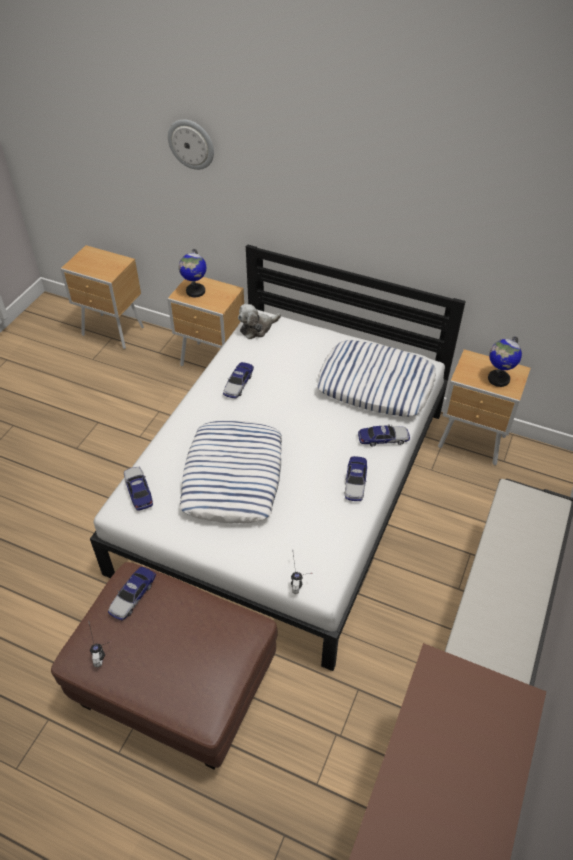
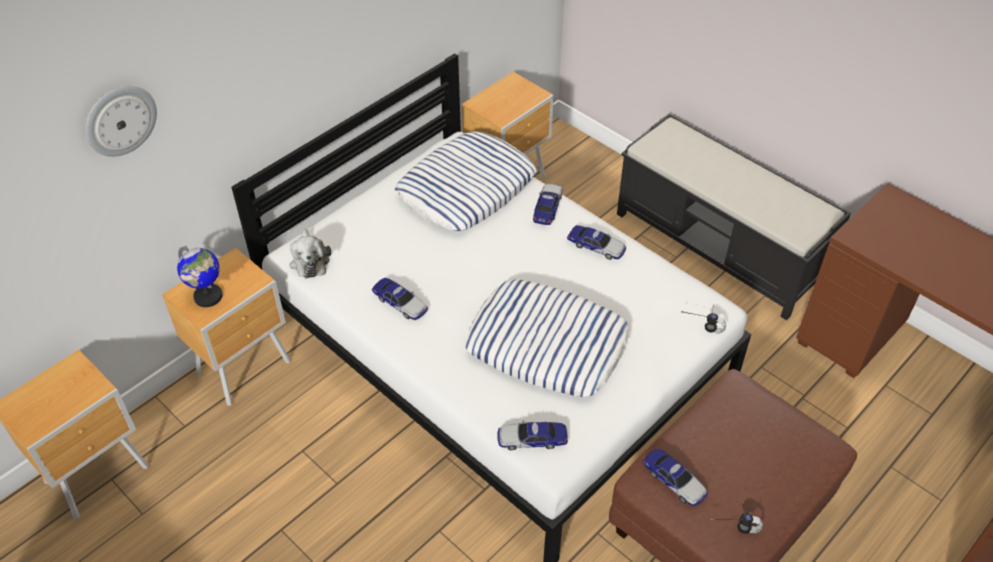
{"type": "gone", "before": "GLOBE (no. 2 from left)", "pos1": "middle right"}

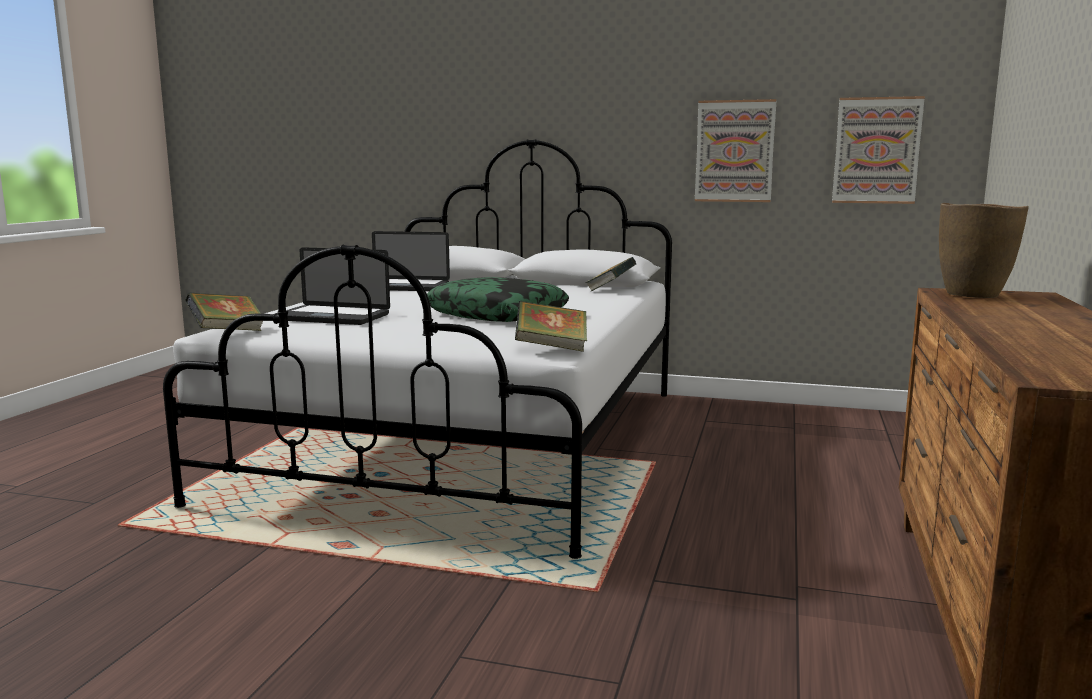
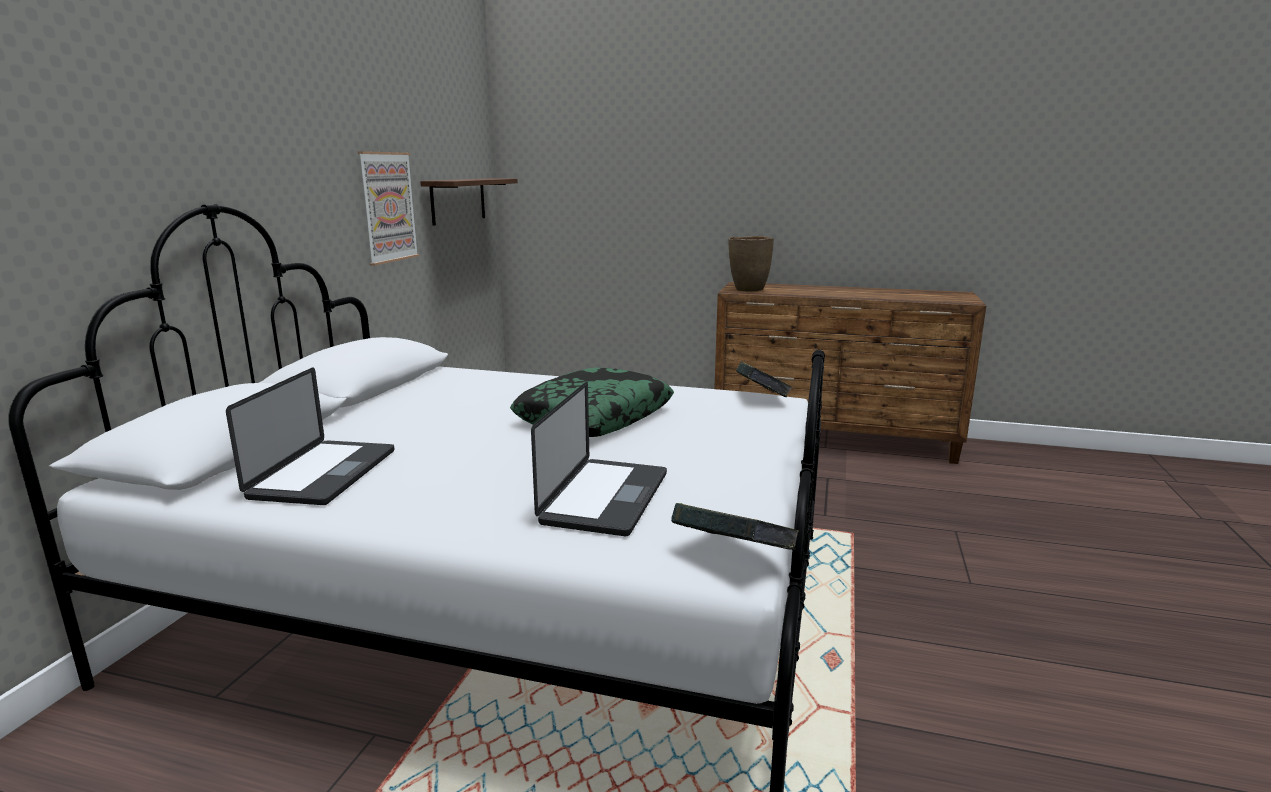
{"type": "swapped", "before": "PICTURE (no. 2 from left)", "after": "SHELF", "pos1": "top right", "pos2": "top centre"}
{"type": "gone", "before": "VOLUME (no. 3 from left)", "pos1": "centre"}

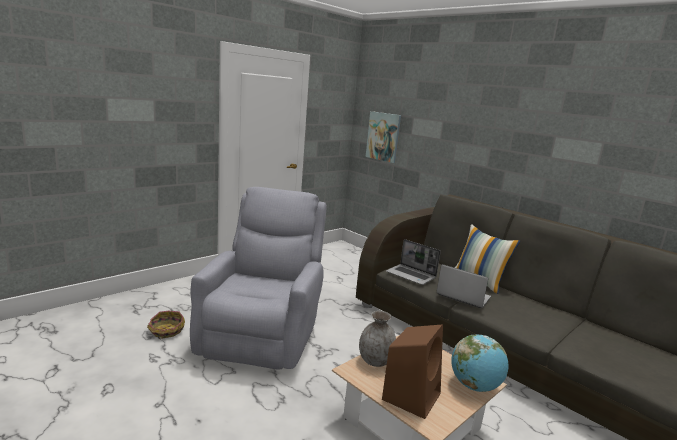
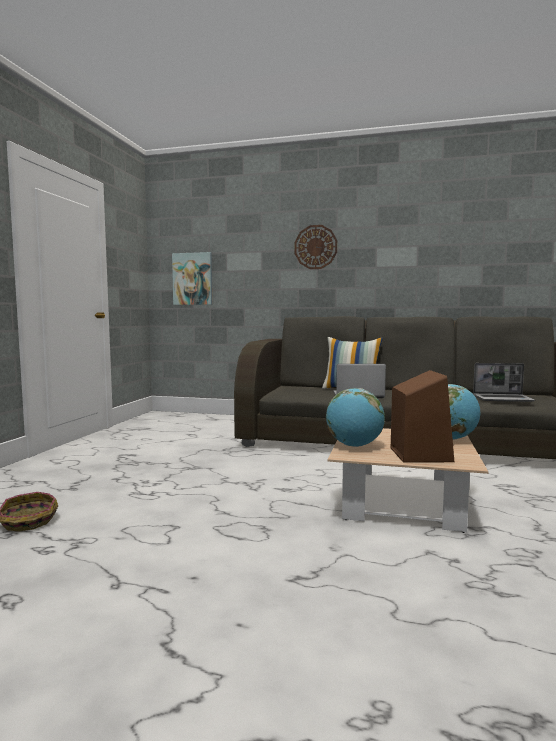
{"type": "new", "after": "CLOCK ON THE WALL", "pos2": "centre"}
{"type": "swapped", "before": "GRAY DECORATIVE VASE", "after": "GLOBE (no. 1 from left)", "pos1": "bottom centre", "pos2": "centre"}
{"type": "shifted", "before": "NOTEBOOK COMPUTER (no. 1 from left in the first image)", "after": "NOTEBOOK COMPUTER (no. 2 from left)", "pos1": "centre", "pos2": "middle right"}
{"type": "gone", "before": "GRAY EASY CHAIR", "pos1": "centre"}

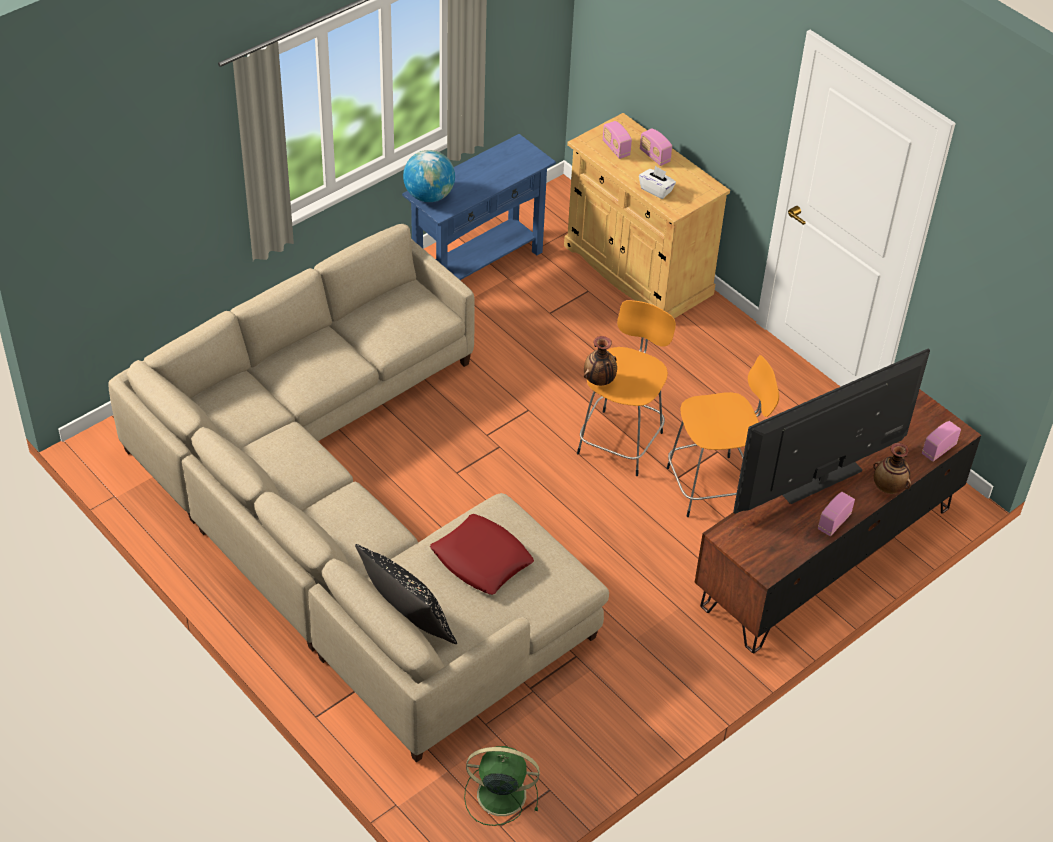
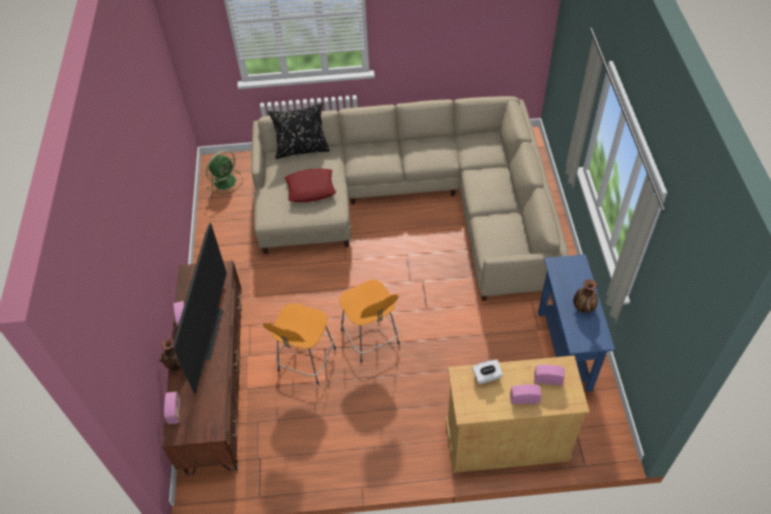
{"type": "shifted", "before": "DECORATIVE VASE (no. 1 from left in the first image)", "after": "DECORATIVE VASE (no. 2 from left)", "pos1": "centre", "pos2": "middle right"}
{"type": "gone", "before": "GLOBE", "pos1": "top centre"}

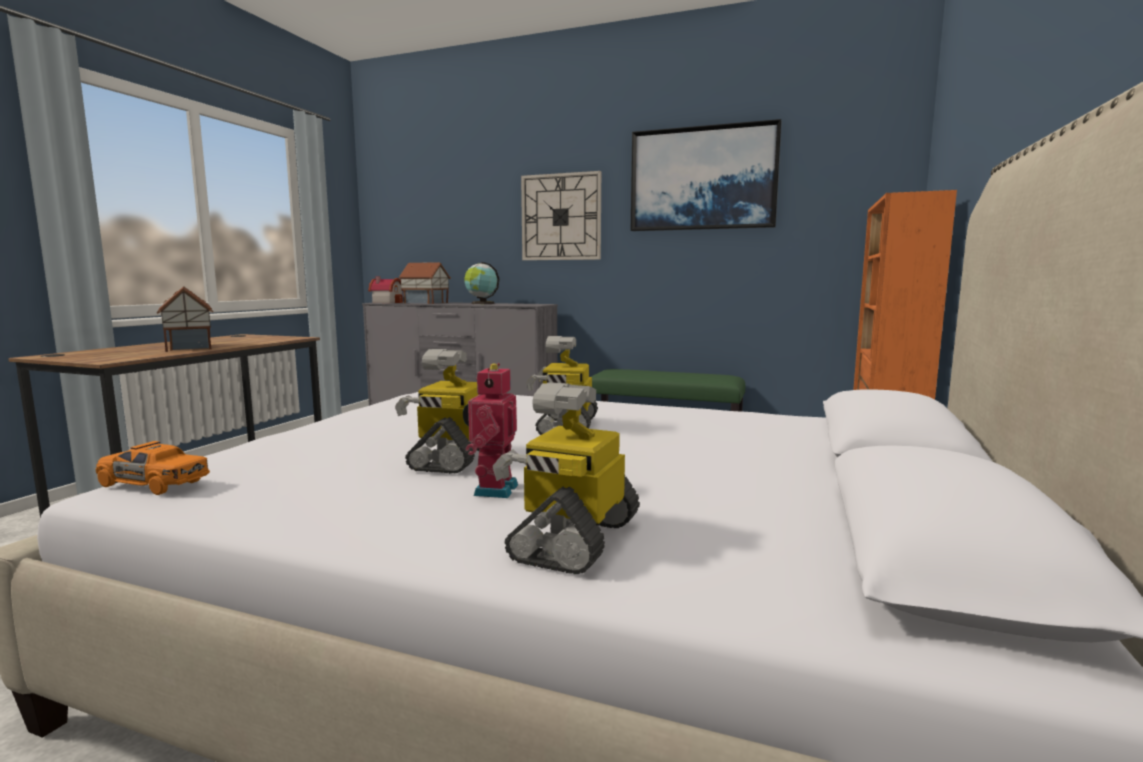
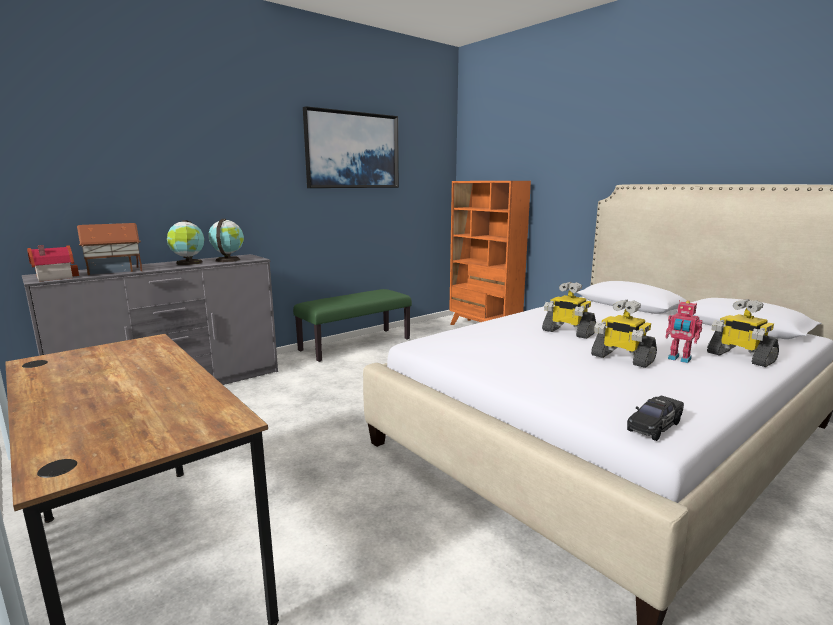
{"type": "new", "after": "GLOBE (no. 2 from left)", "pos2": "middle left"}
{"type": "repainted", "before": "ORANGEY MODEL CAR", "after": "BLACK MODEL CAR", "pos1": "middle left", "pos2": "bottom right"}
{"type": "gone", "before": "MINIATURE HOUSE (no. 1 from left)", "pos1": "middle left"}
{"type": "gone", "before": "CLOCK ON THE WALL", "pos1": "top centre"}

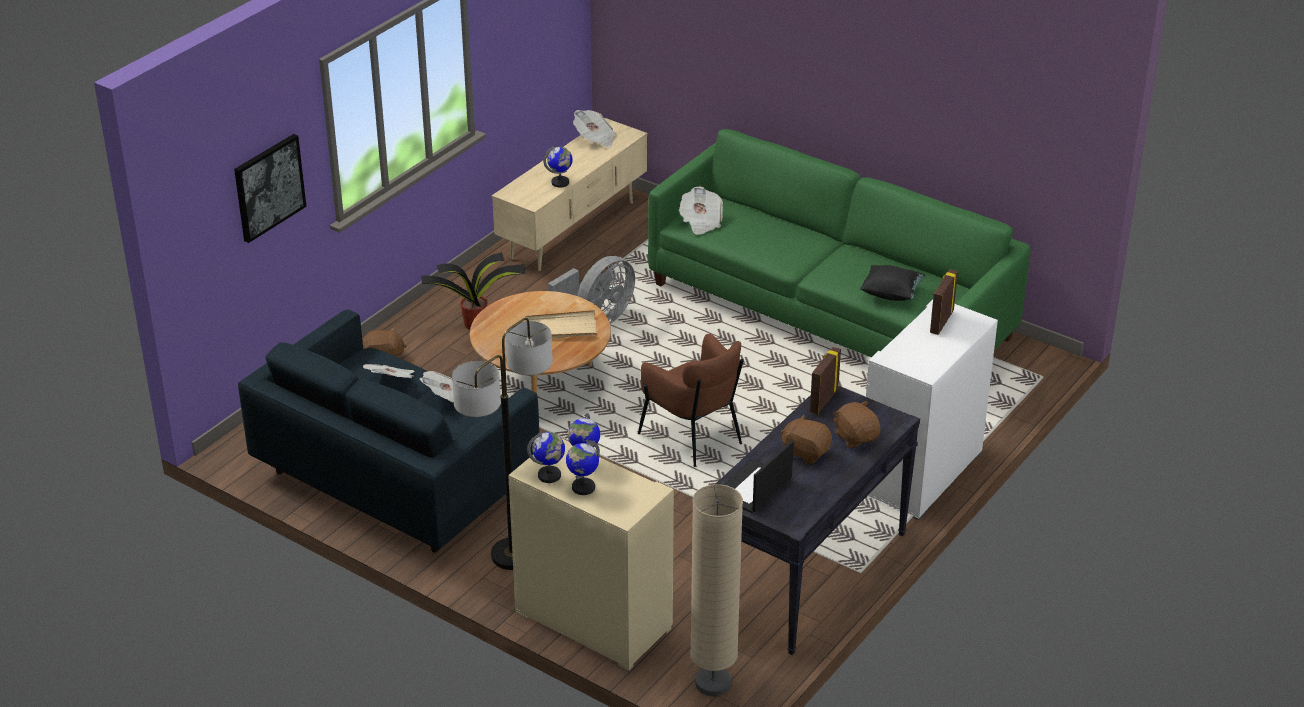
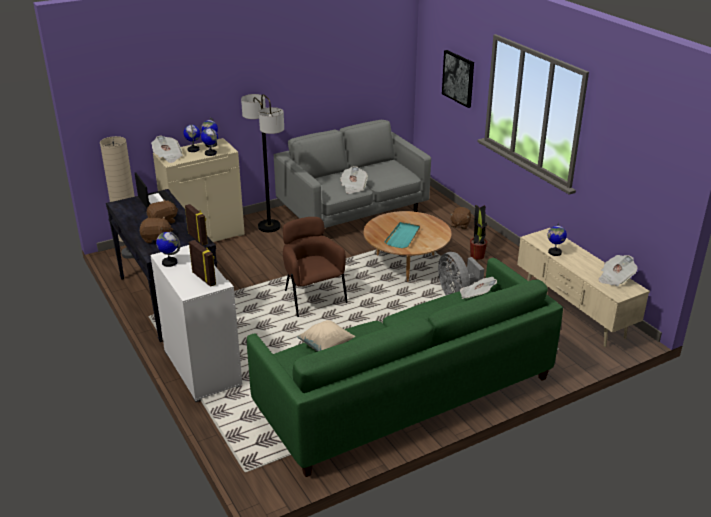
{"type": "shifted", "before": "DAILY PAPER (no. 1 from left)", "pos1": "middle left", "pos2": "top left"}
{"type": "new", "after": "GLOBE (no. 1 from left)", "pos2": "middle left"}
{"type": "repainted", "before": "BLUE COUCH", "after": "GRAY COUCH", "pos1": "middle left", "pos2": "centre"}
{"type": "rotated", "before": "BROWNISH EASY CHAIR", "pos1": "centre", "pos2": "centre", "turn": 75}
{"type": "repainted", "before": "BLACK CUSHION", "after": "BEIGE CUSHION", "pos1": "middle right", "pos2": "centre"}
{"type": "repainted", "before": "BEIGE SERVING TRAY", "after": "BLUE-GREEN SERVING TRAY", "pos1": "centre", "pos2": "centre"}

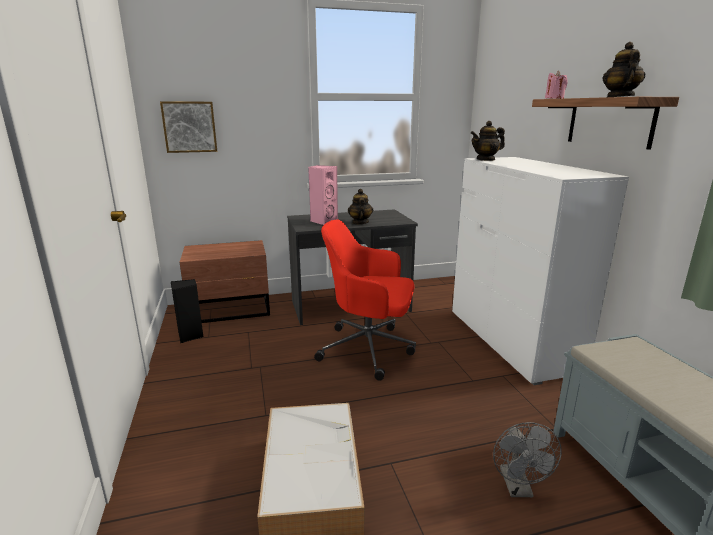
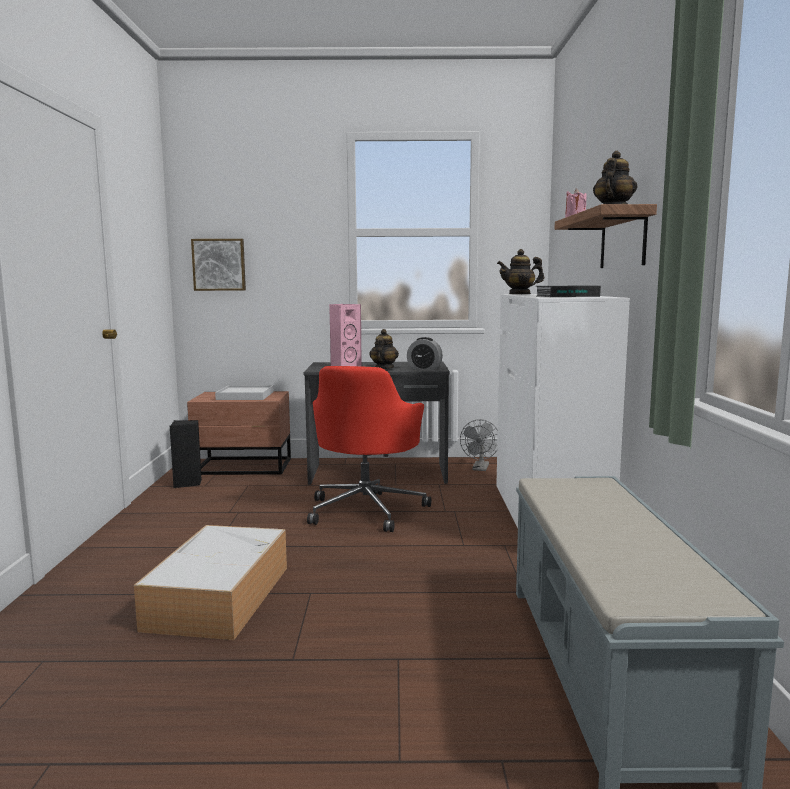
{"type": "new", "after": "WHITE SERVING TRAY", "pos2": "middle left"}
{"type": "rotated", "before": "RED COMPUTER CHAIR", "pos1": "centre", "pos2": "centre", "turn": -105}
{"type": "new", "after": "TABLE CLOCK", "pos2": "centre"}
{"type": "shifted", "before": "GRAY ELECTRIC FAN", "pos1": "bottom right", "pos2": "centre"}
{"type": "new", "after": "VOLUME", "pos2": "middle right"}

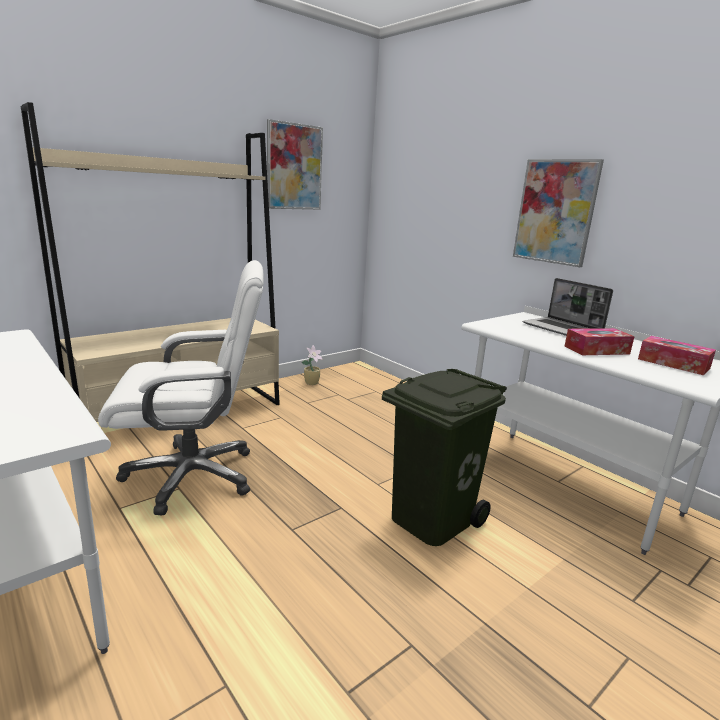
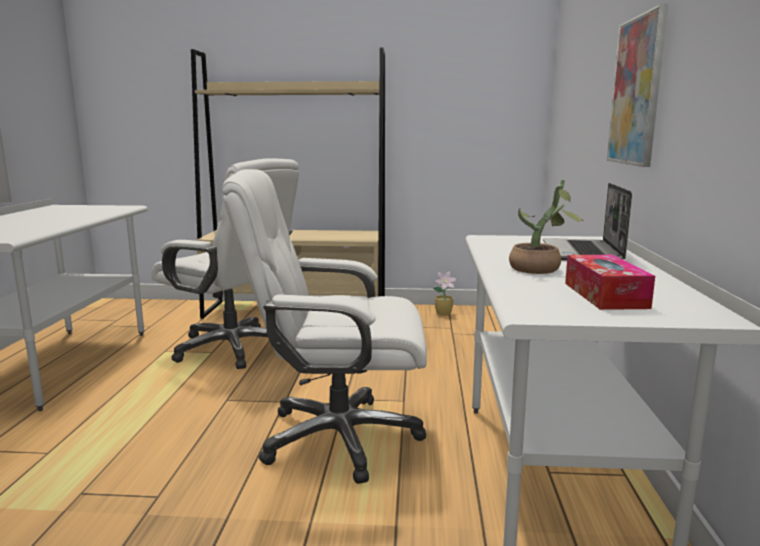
{"type": "swapped", "before": "GREENISH TRASH CAN", "after": "WHITE COMPUTER CHAIR (no. 2 from left)", "pos1": "centre", "pos2": "centre"}
{"type": "swapped", "before": "BOX OF TISSUES (no. 1 from left)", "after": "HOUSEPLANT (no. 2 from left)", "pos1": "middle right", "pos2": "middle right"}
{"type": "gone", "before": "PICTURE (no. 1 from left)", "pos1": "top centre"}

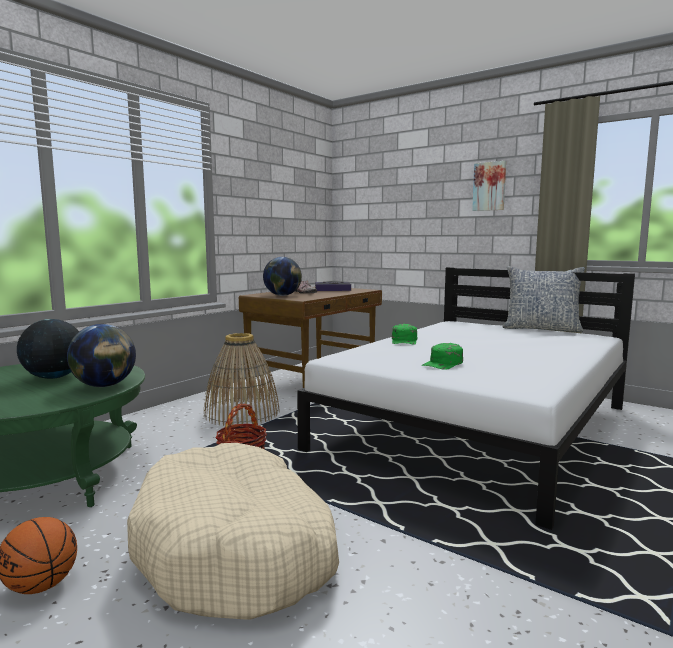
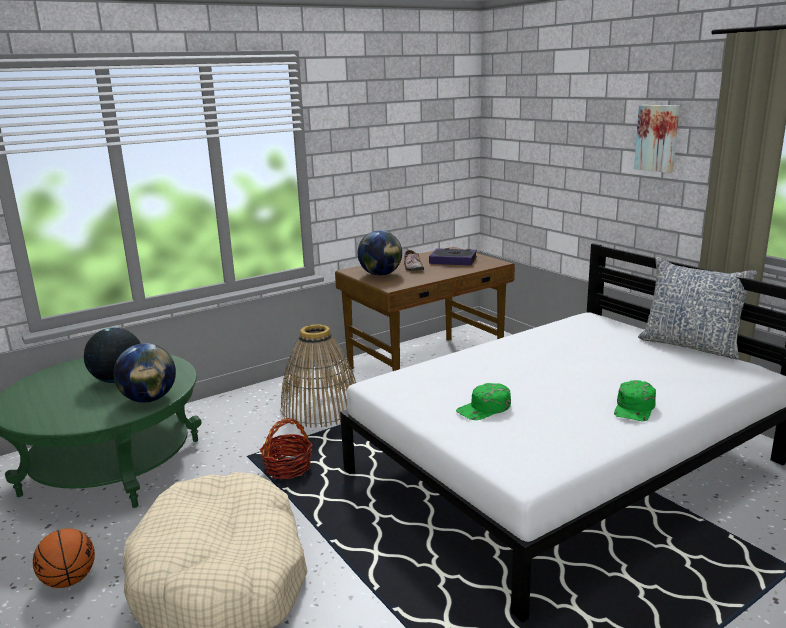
{"type": "shifted", "before": "GREENISH CAP (no. 1 from left in the first image)", "after": "GREENISH CAP (no. 2 from left)", "pos1": "centre", "pos2": "middle right"}

